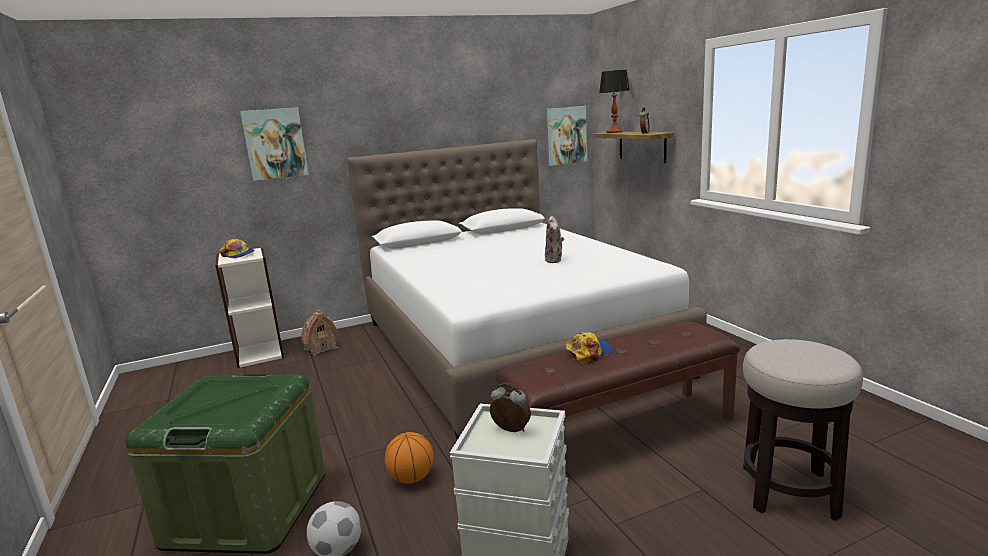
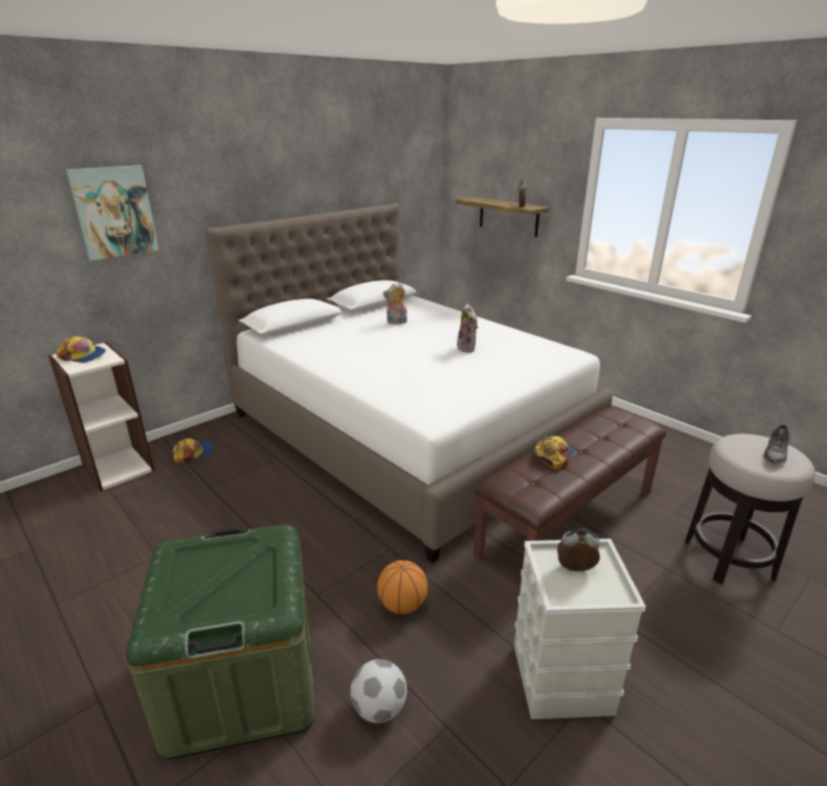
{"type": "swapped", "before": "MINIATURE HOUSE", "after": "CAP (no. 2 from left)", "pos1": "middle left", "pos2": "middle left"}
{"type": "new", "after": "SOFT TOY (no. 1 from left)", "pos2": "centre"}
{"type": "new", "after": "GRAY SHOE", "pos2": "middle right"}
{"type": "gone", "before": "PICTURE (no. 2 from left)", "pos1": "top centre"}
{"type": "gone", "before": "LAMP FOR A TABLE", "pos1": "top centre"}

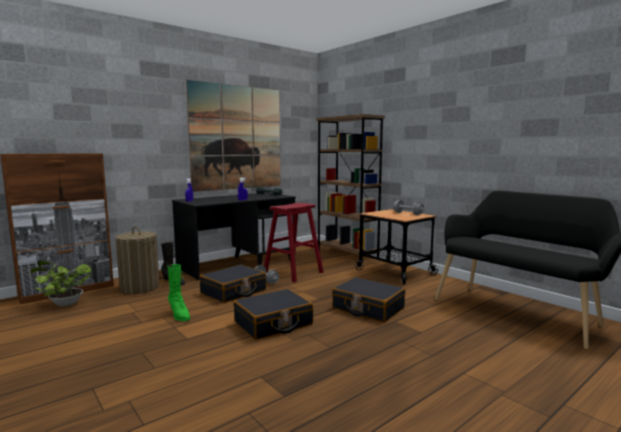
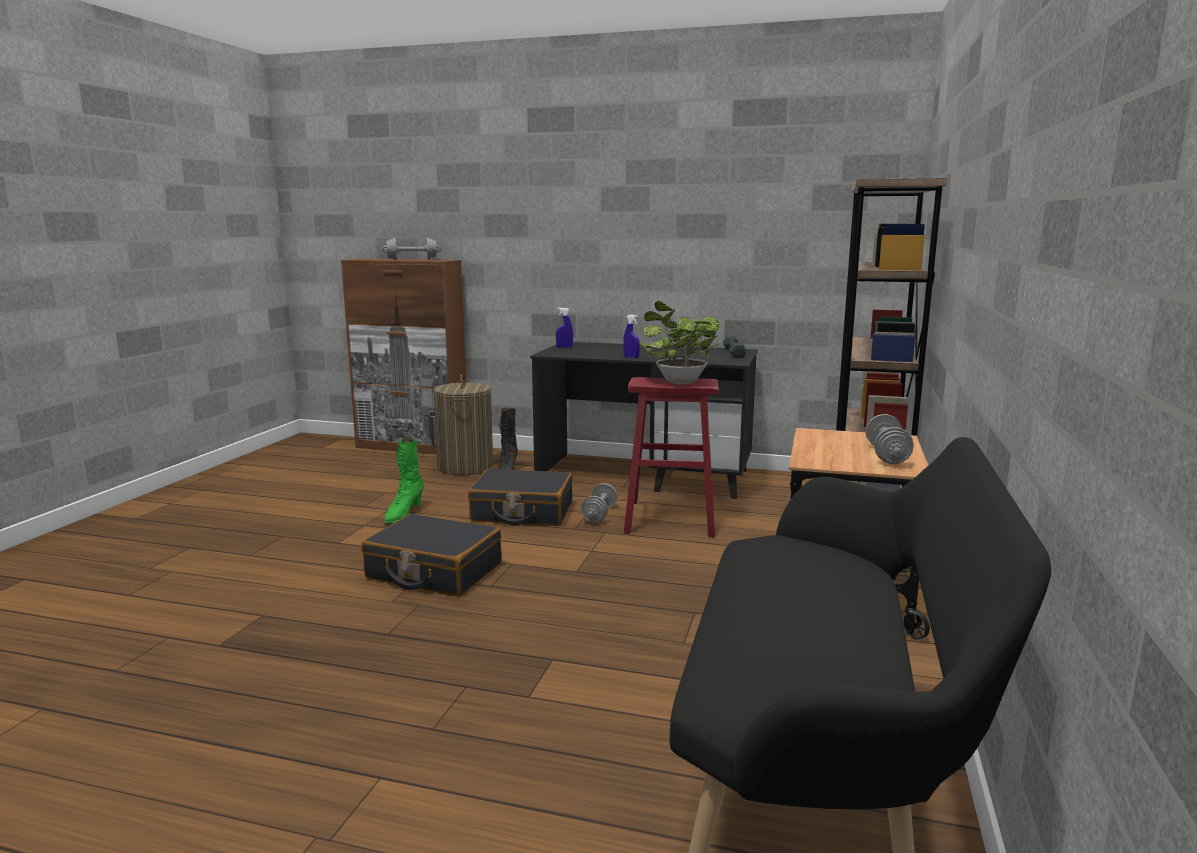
{"type": "new", "after": "GRAY DUMBBELL (no. 1 from left)", "pos2": "top centre"}
{"type": "shifted", "before": "HOUSEPLANT", "pos1": "middle left", "pos2": "centre"}
{"type": "gone", "before": "PICTURE", "pos1": "top centre"}
{"type": "gone", "before": "BLACK TRAVEL CASE (no. 3 from left)", "pos1": "bottom centre"}

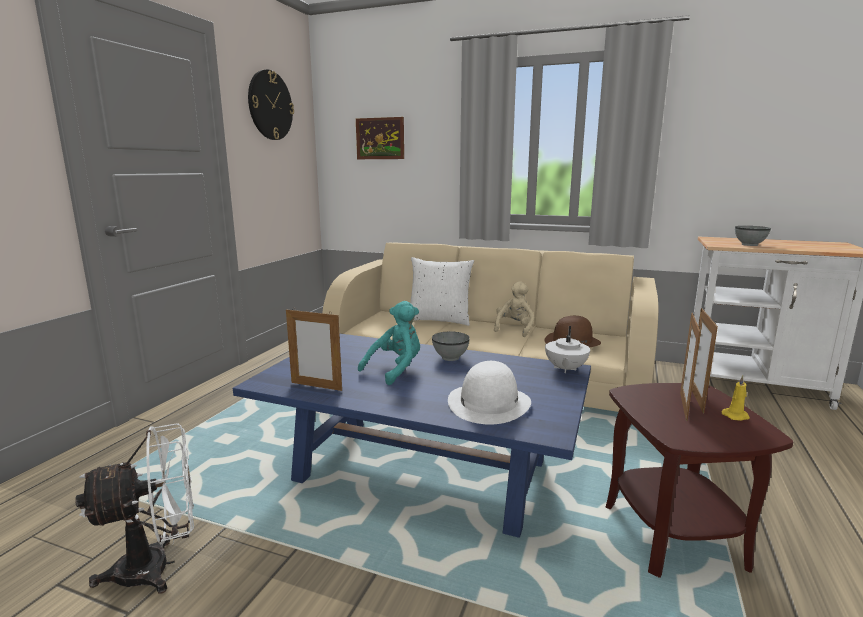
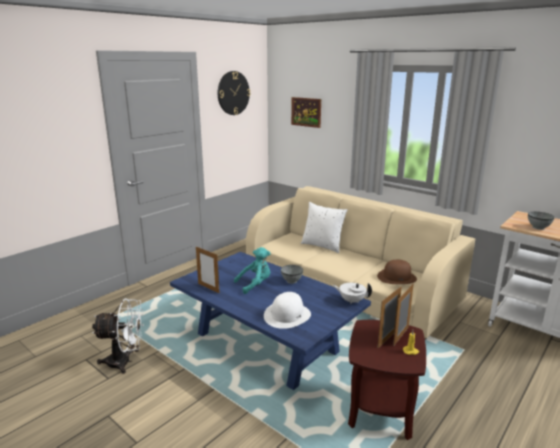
{"type": "rotated", "before": "WHITE POT FOR TEA", "pos1": "centre", "pos2": "centre", "turn": 75}
{"type": "gone", "before": "BEIGE SOFT TOY", "pos1": "centre"}

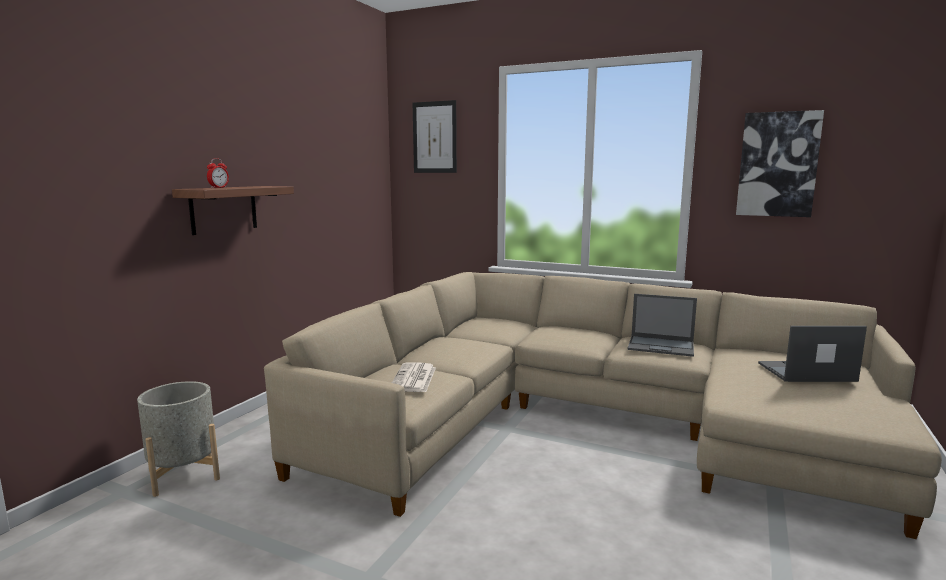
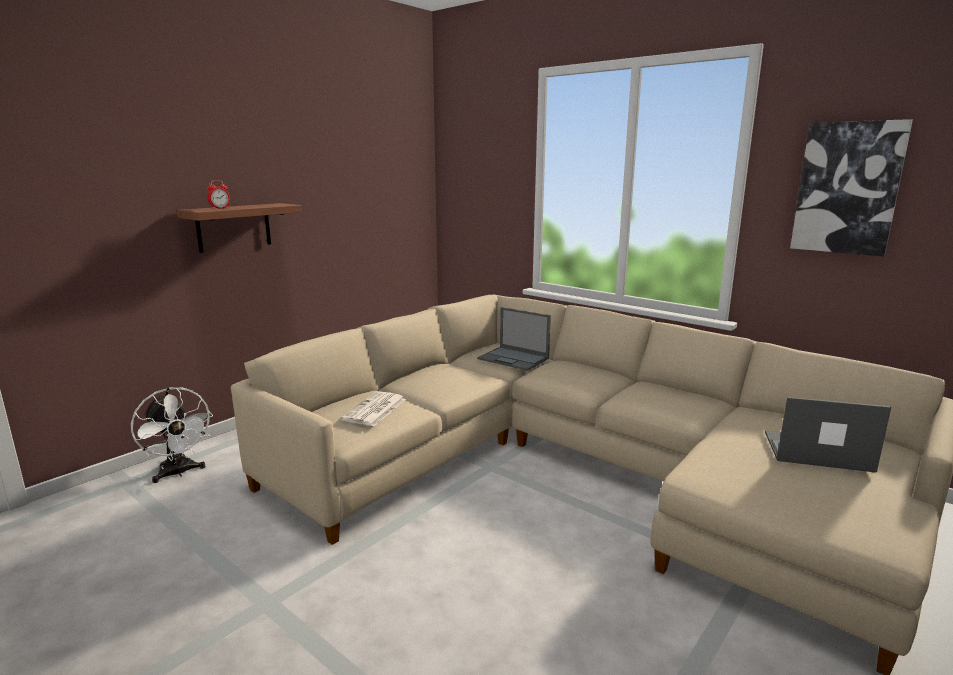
{"type": "swapped", "before": "GRAY PLANT POT", "after": "WHITE ELECTRIC FAN", "pos1": "bottom left", "pos2": "middle left"}
{"type": "shifted", "before": "NOTEBOOK COMPUTER (no. 1 from left)", "pos1": "middle right", "pos2": "centre"}
{"type": "gone", "before": "PICTURE (no. 1 from left)", "pos1": "top centre"}

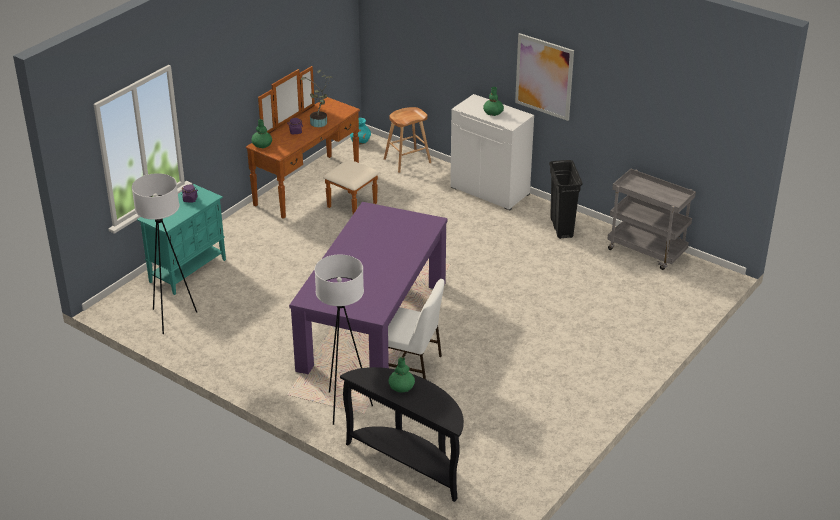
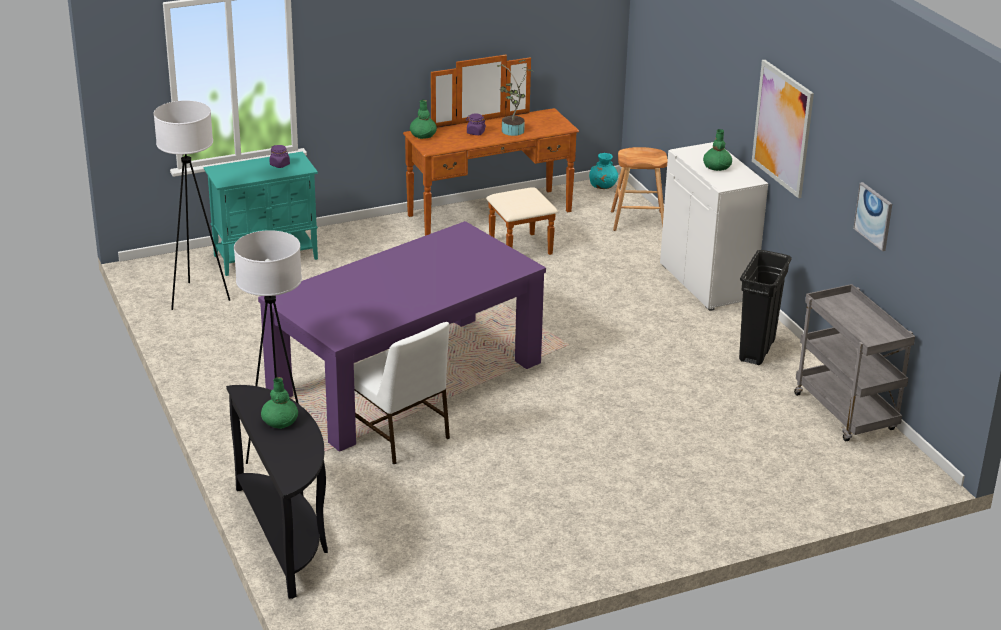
{"type": "new", "after": "PICTURE (no. 2 from left)", "pos2": "middle right"}

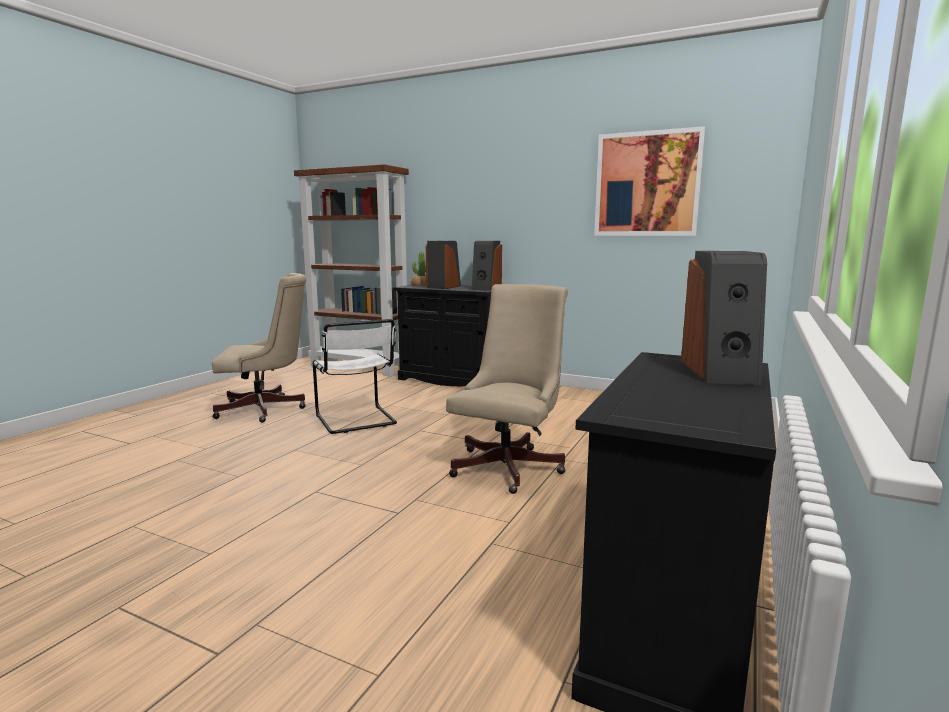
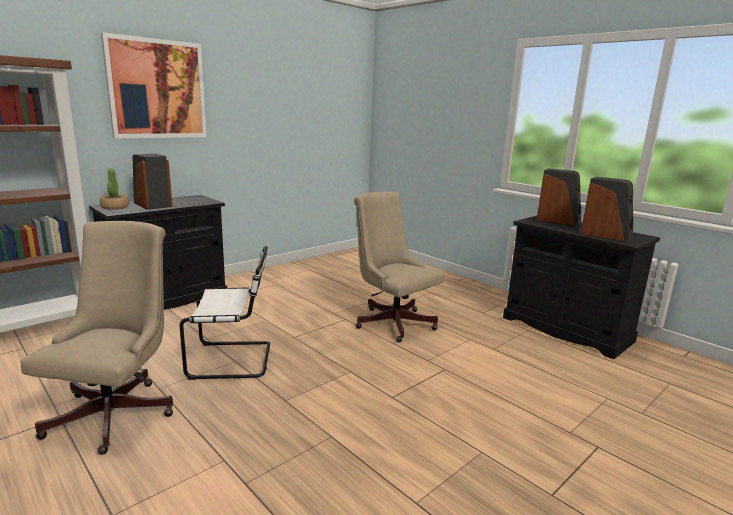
{"type": "shifted", "before": "PICTURE", "pos1": "top right", "pos2": "top left"}
{"type": "shifted", "before": "AUDIO SPEAKER (no. 2 from left in the first image)", "after": "AUDIO SPEAKER (no. 3 from left)", "pos1": "centre", "pos2": "middle right"}

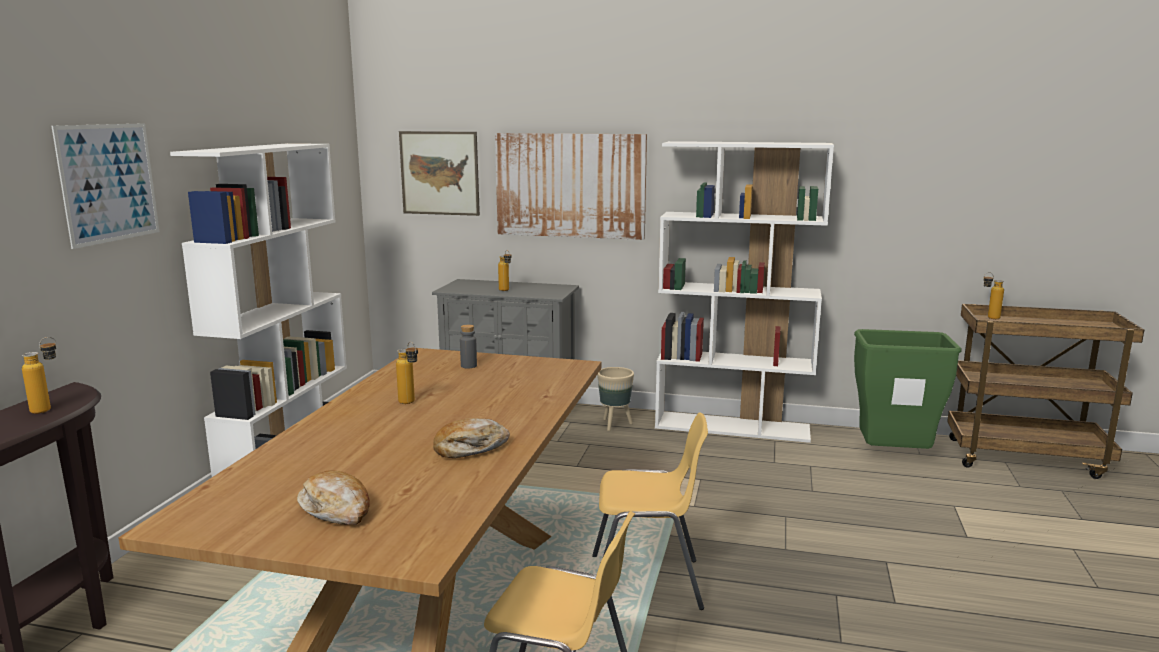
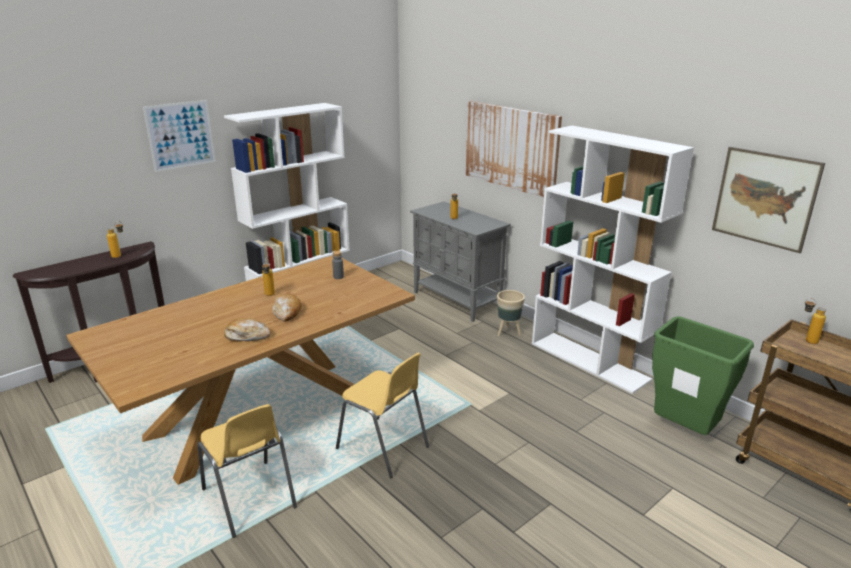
{"type": "shifted", "before": "BAKED BREAD (no. 1 from left in the first image)", "after": "BAKED BREAD (no. 2 from left)", "pos1": "bottom left", "pos2": "centre"}
{"type": "shifted", "before": "PICTURE (no. 2 from left in the first image)", "after": "PICTURE (no. 3 from left)", "pos1": "top centre", "pos2": "middle right"}

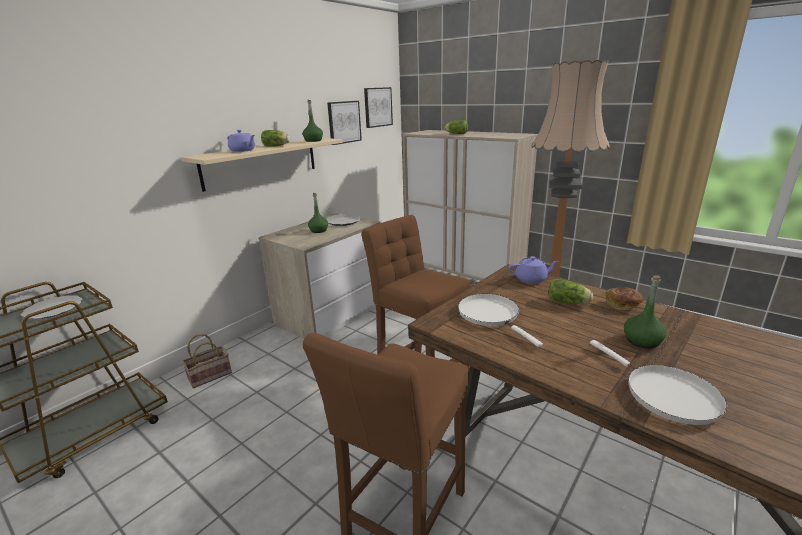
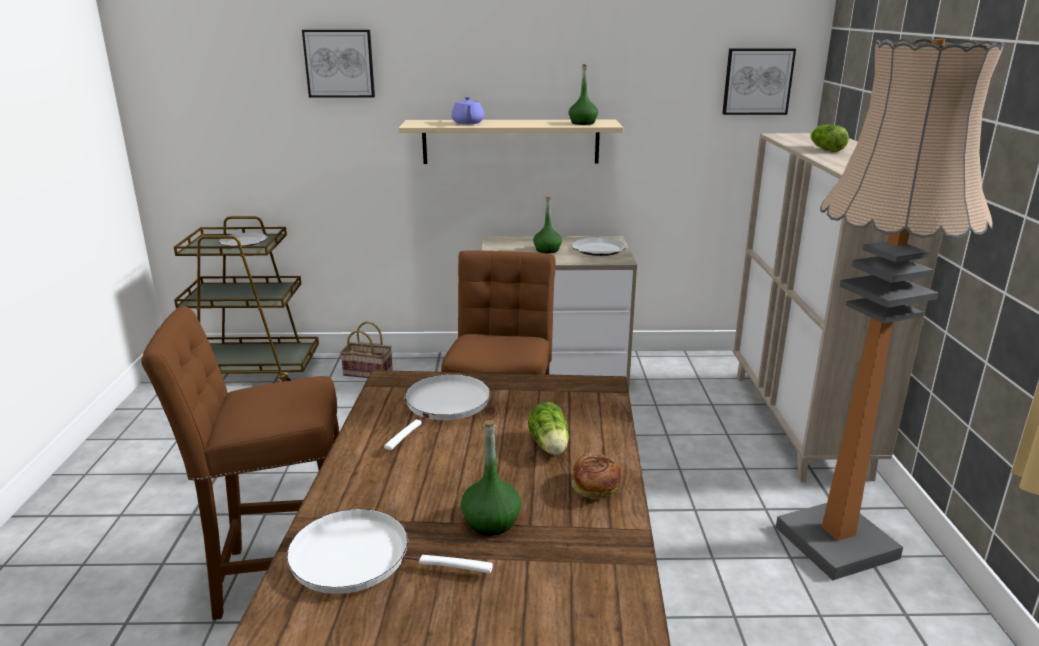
{"type": "rotated", "before": "WHITE PAN (no. 2 from left in the first image)", "pos1": "bottom right", "pos2": "bottom centre", "turn": 75}
{"type": "shifted", "before": "PICTURE (no. 1 from left)", "pos1": "top centre", "pos2": "top left"}
{"type": "gone", "before": "HEAD OF LETTUCE (no. 1 from left)", "pos1": "top centre"}
{"type": "gone", "before": "PURPLISH POT FOR TEA (no. 2 from left)", "pos1": "centre"}

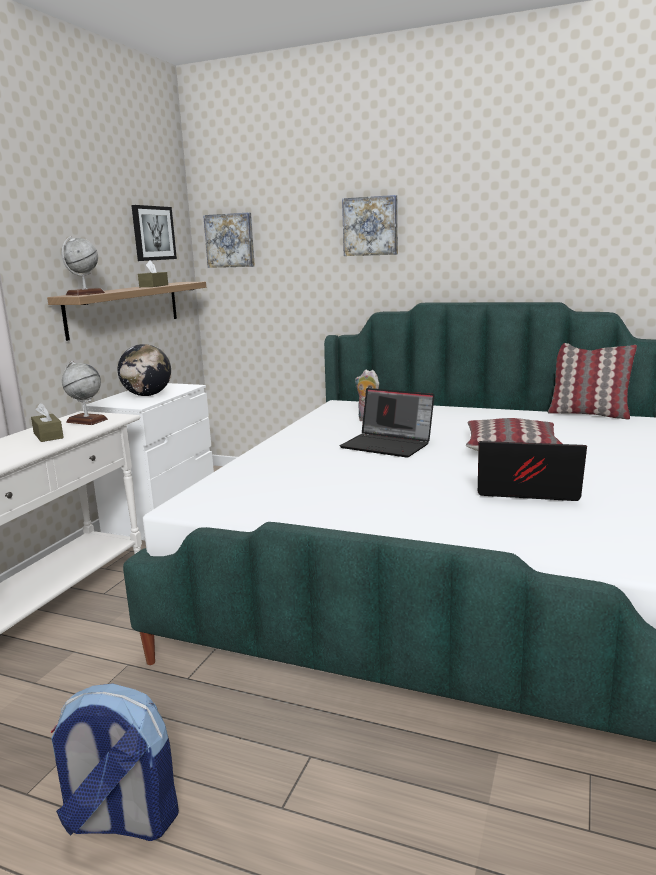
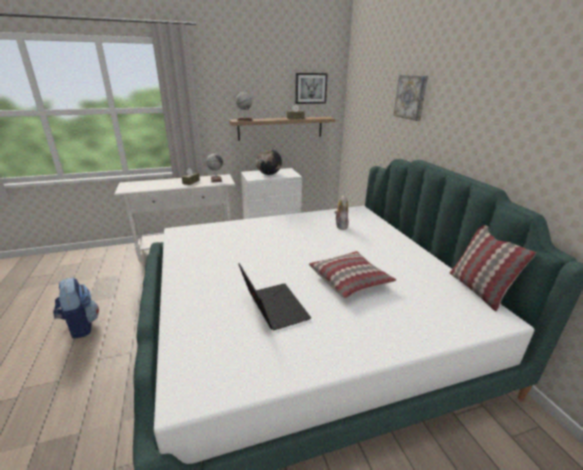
{"type": "gone", "before": "PICTURE (no. 2 from left)", "pos1": "top centre"}
{"type": "gone", "before": "NOTEBOOK COMPUTER (no. 1 from left)", "pos1": "centre"}

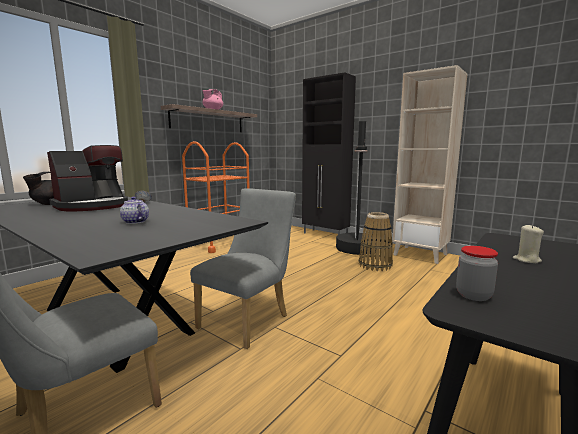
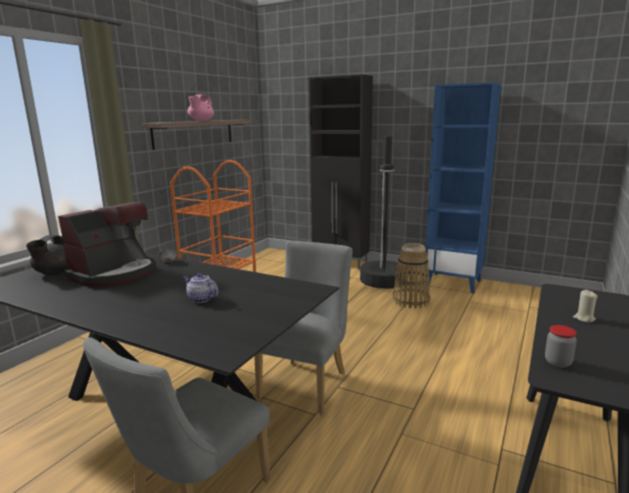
{"type": "repainted", "before": "BEIGE BOOKCASE", "after": "BLUE BOOKCASE", "pos1": "middle right", "pos2": "middle right"}

